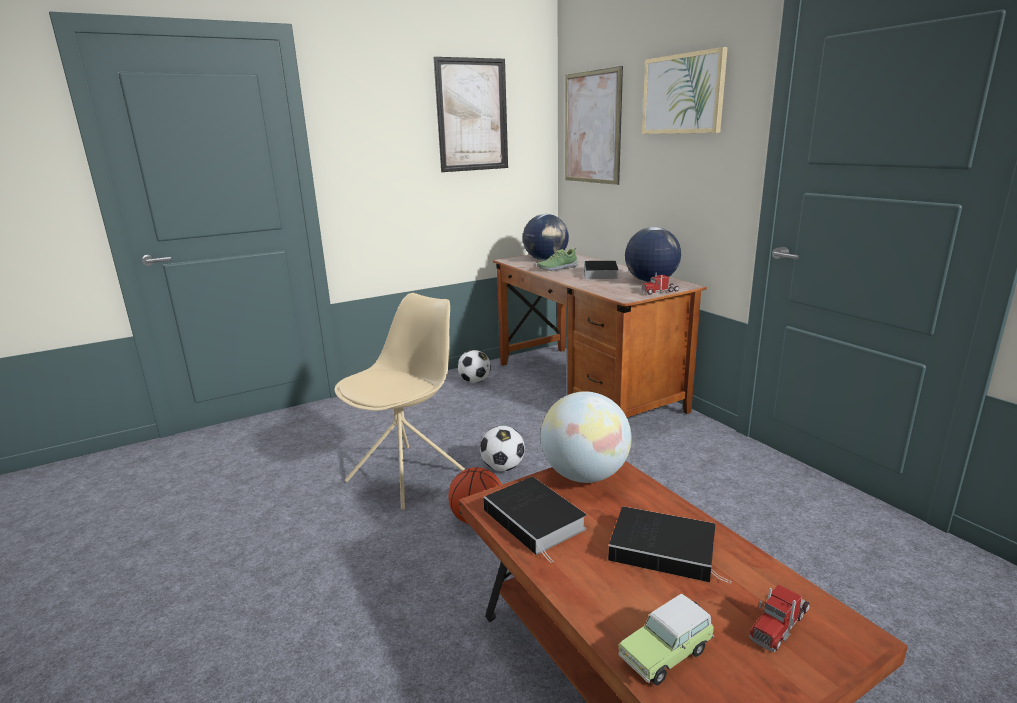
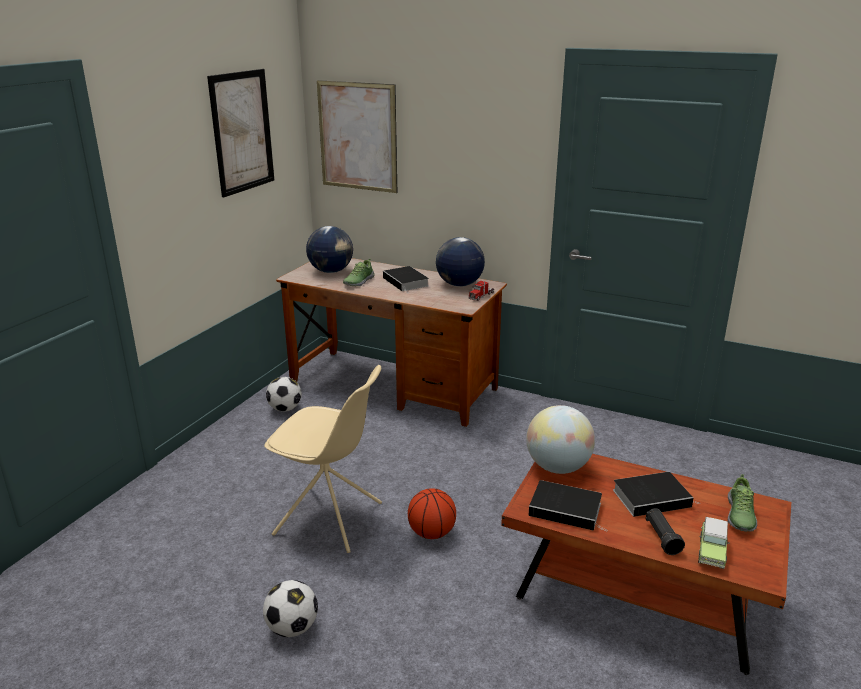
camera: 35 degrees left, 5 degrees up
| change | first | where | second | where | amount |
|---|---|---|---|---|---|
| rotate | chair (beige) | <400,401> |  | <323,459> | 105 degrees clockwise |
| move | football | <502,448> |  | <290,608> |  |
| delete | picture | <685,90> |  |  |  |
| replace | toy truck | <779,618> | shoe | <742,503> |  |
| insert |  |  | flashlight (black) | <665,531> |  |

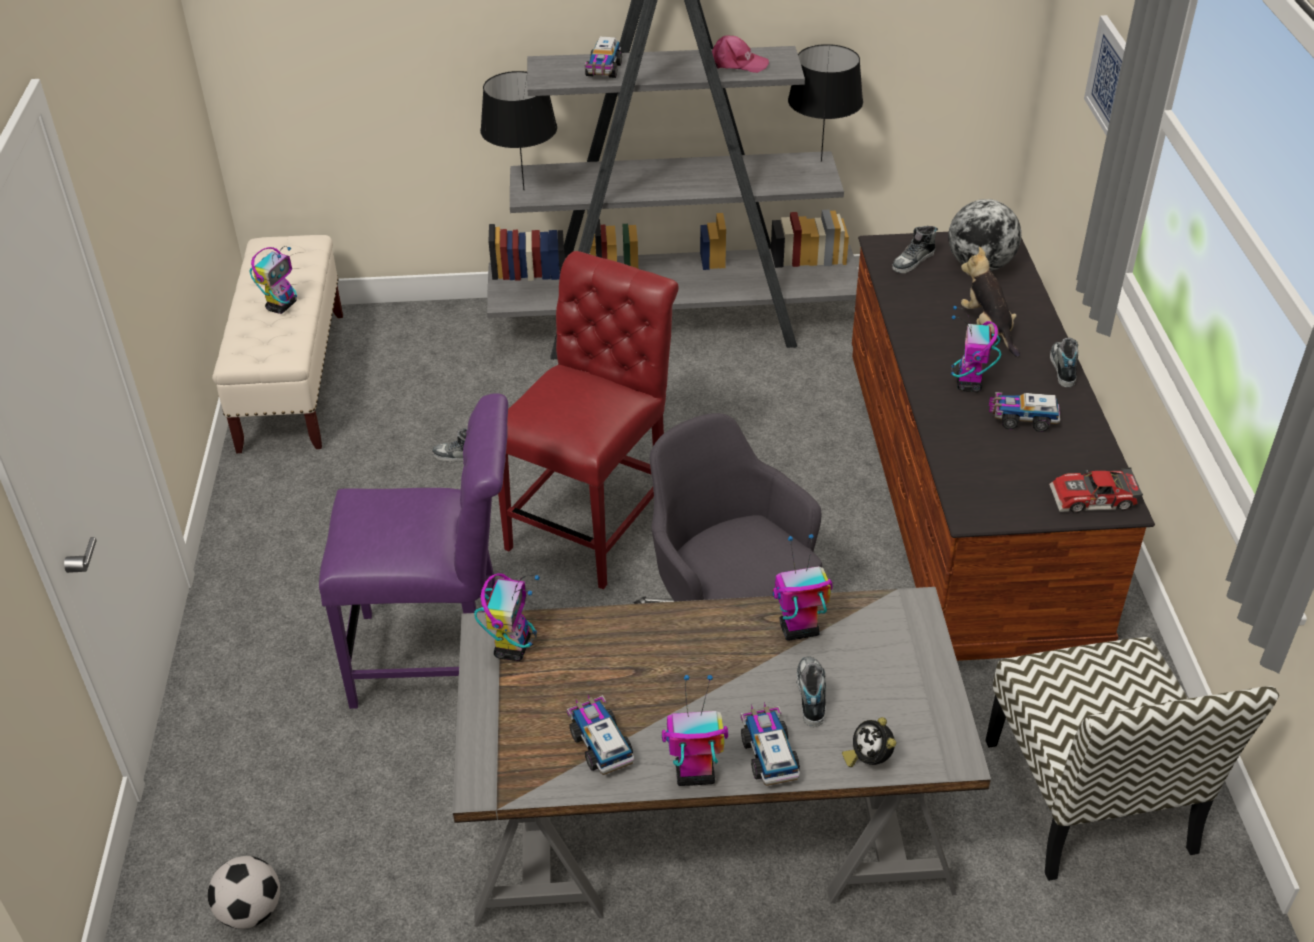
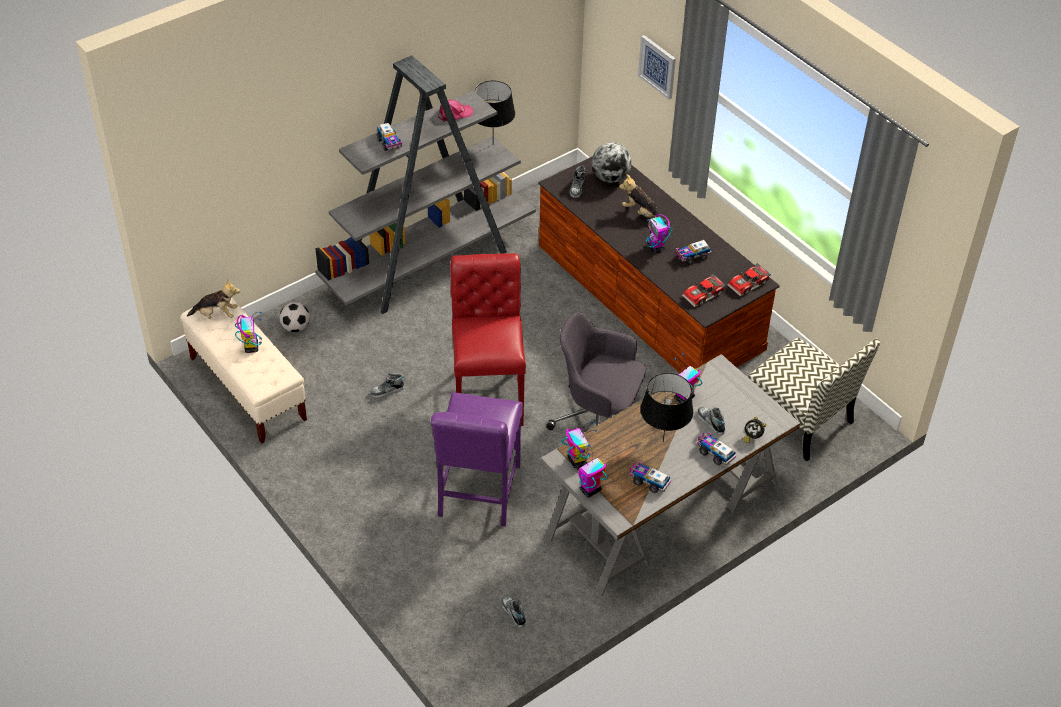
camera: 35 degrees left, 5 degrees up
| change | first | where | second | where | amount |
|---|---|---|---|---|---|
| move | football | <244,892> |  | <294,317> |  |
| rotate | chair (purple) | <413,551> |  | <477,459> | 135 degrees clockwise |
| move | table lamp (black) | <518,130> |  | <666,407> |  |
| move | toy robot | <695,730> |  | <592,471> |  |
| move | shoe | <1064,362> |  | <513,612> |  |
| insert |  |  | plush toy | <213,299> |  |
| insert |  |  | toy car | <704,290> |  |

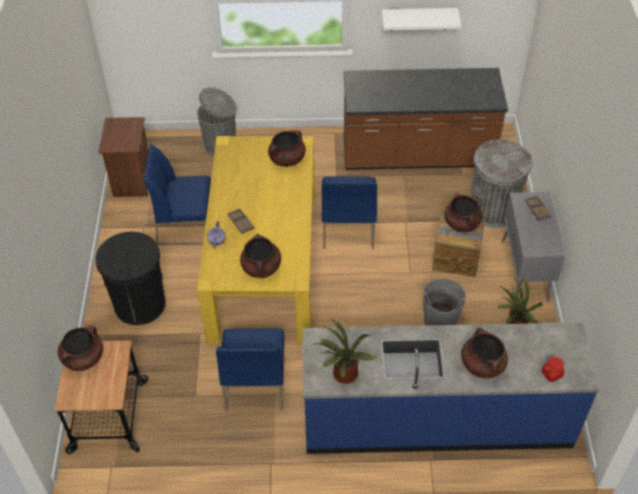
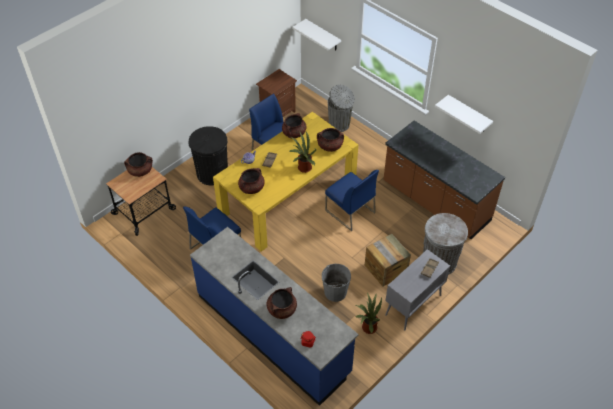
camera: 45 degrees right, 0 degrees up
| change | first | where | second | where | amount |
|---|---|---|---|---|---|
| move | potted plant | <344,351> |  | <302,152> |  |
| rotate | chair (blue) | <349,213> |  | <352,200> | 90 degrees counterclockwise |
| move | cooking pot (brown) | <463,212> |  | <294,125> |  |
| insert |  |  | shelf (white) | <316,34> |  |

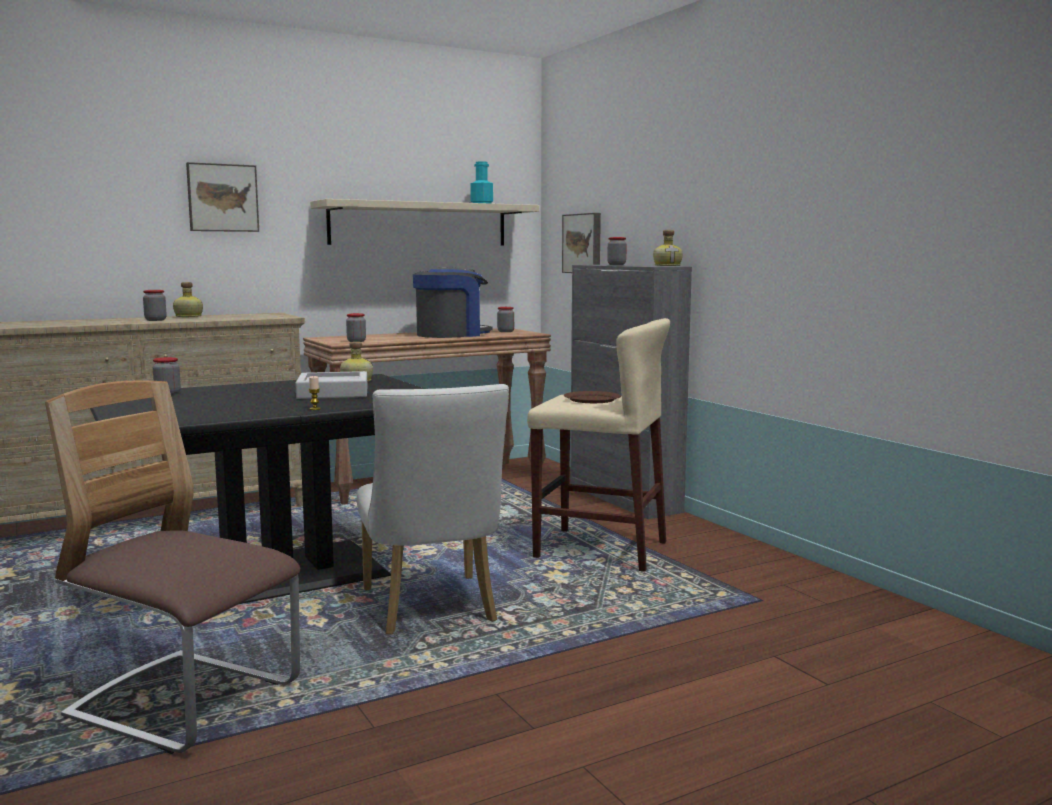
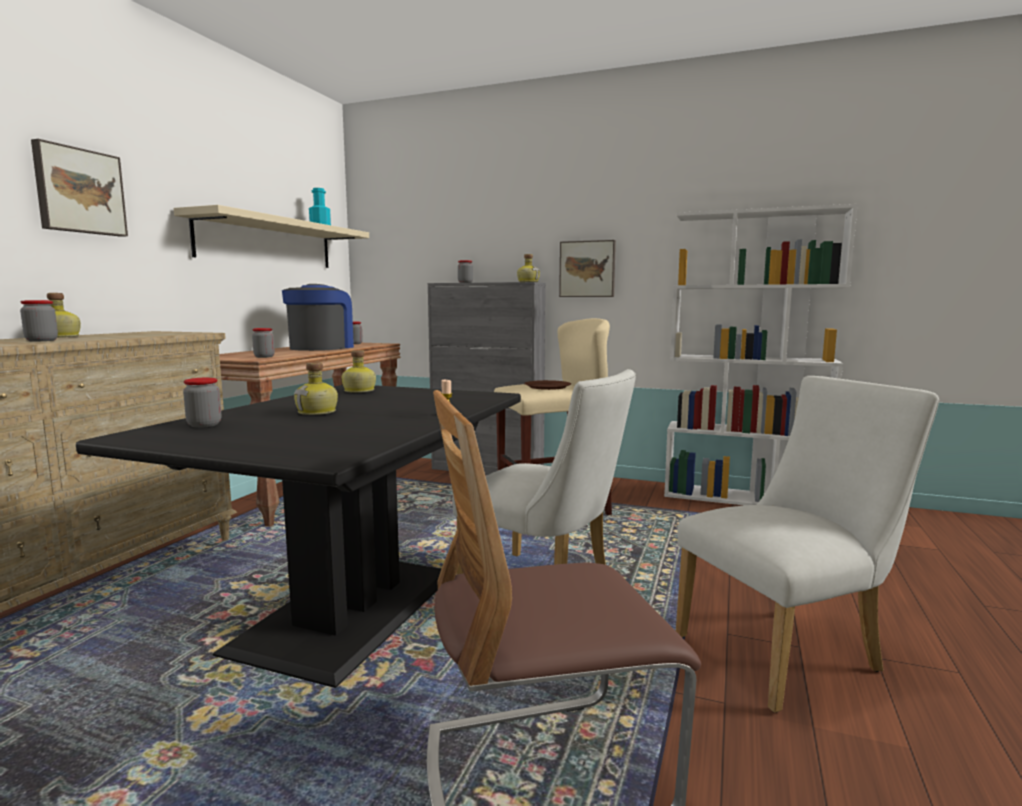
camera: 40 degrees left, 0 degrees up
| change | first | where | second | where | amount |
|---|---|---|---|---|---|
| delete | tray (grey) | <331,385> |  |  |  |
| move | picture | <581,243> |  | <587,268> |  |
| insert |  |  | bottle | <316,388> |  |
| insert |  |  | bookcase (white) | <761,354> |  |
| insert |  |  | chair (white) | <807,544> |  |

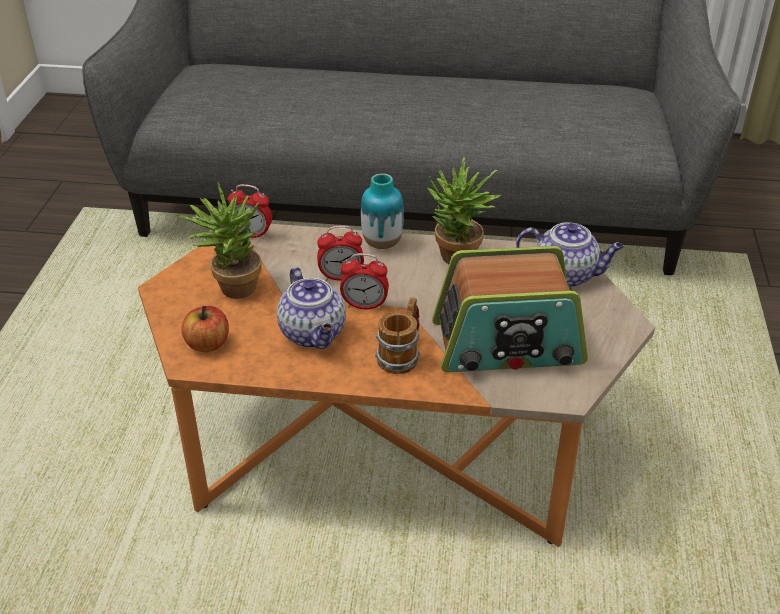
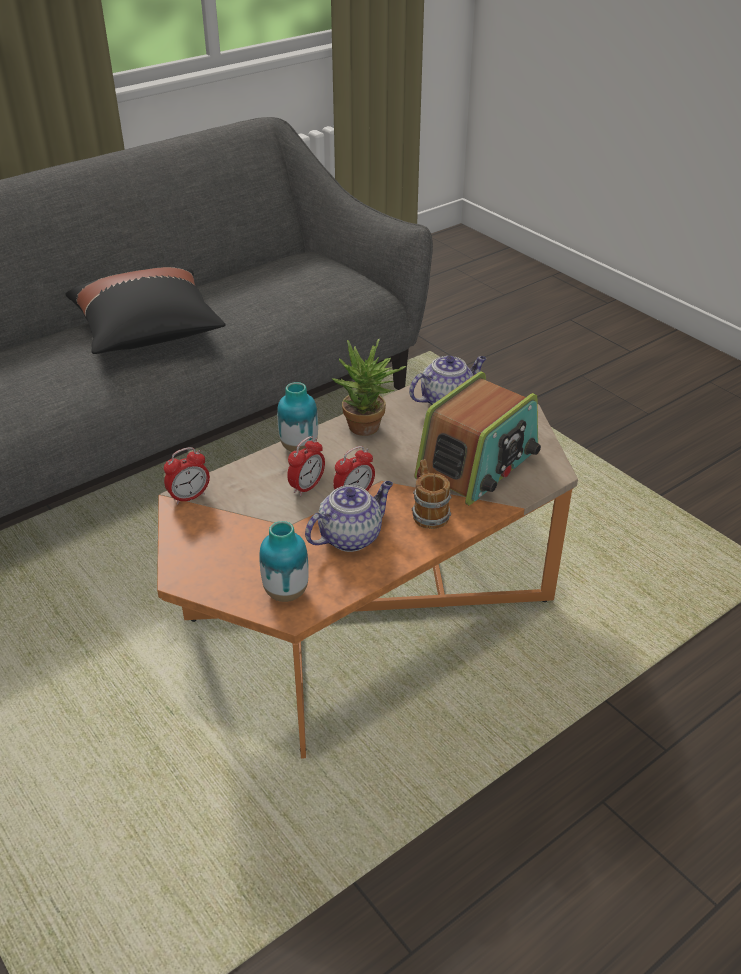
camera: 45 degrees left, 0 degrees up
| change | first | where | second | where | amount |
|---|---|---|---|---|---|
| delete | potted plant | <219,240> |  |  |  |
| replace | apple | <205,329> | vase | <284,561> |  |
| rotate | teapot | <311,308> |  | <349,516> | 60 degrees counterclockwise |
| insert |  |  | pillow (black) | <145,310> |  |

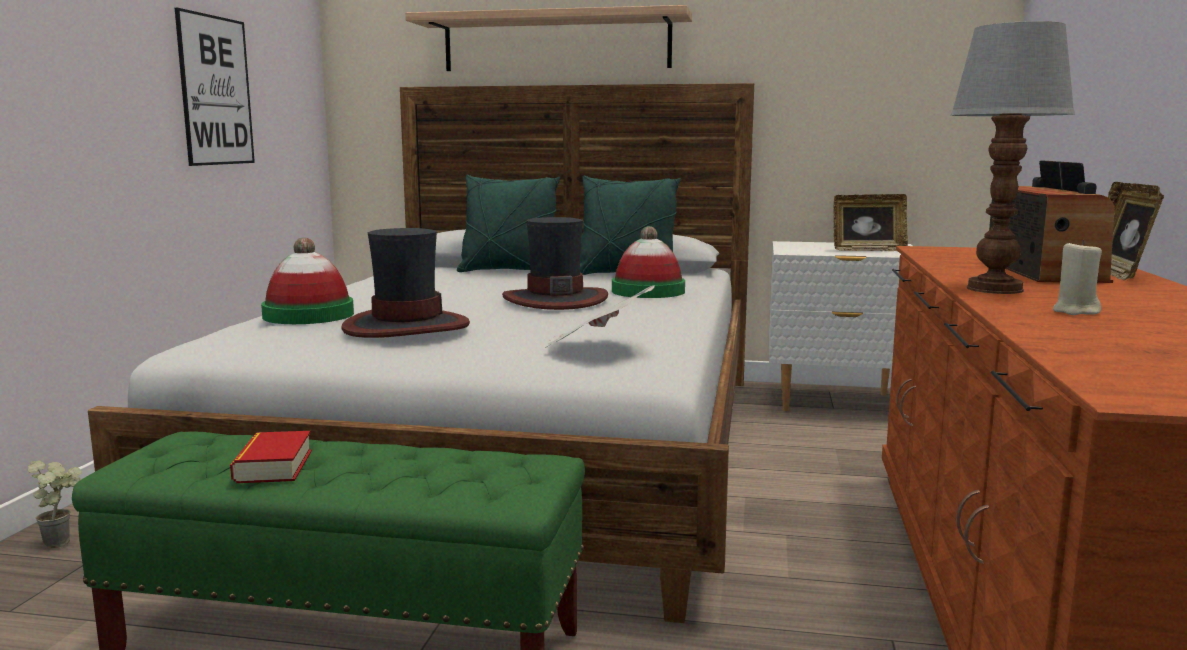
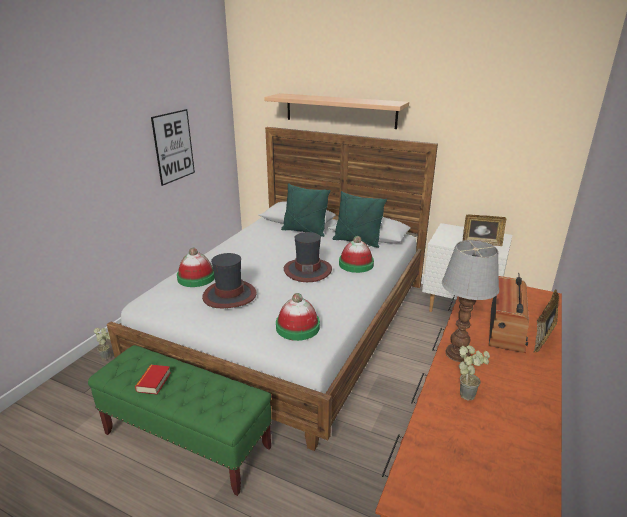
camera: 15 degrees right, 15 degrees up
| change | first | where | second | where | amount |
|---|---|---|---|---|---|
| replace | newspaper | <600,316> | hat | <298,317> |  |
| replace | candle (beige) | <1077,277> | potted plant | <474,373> |  |

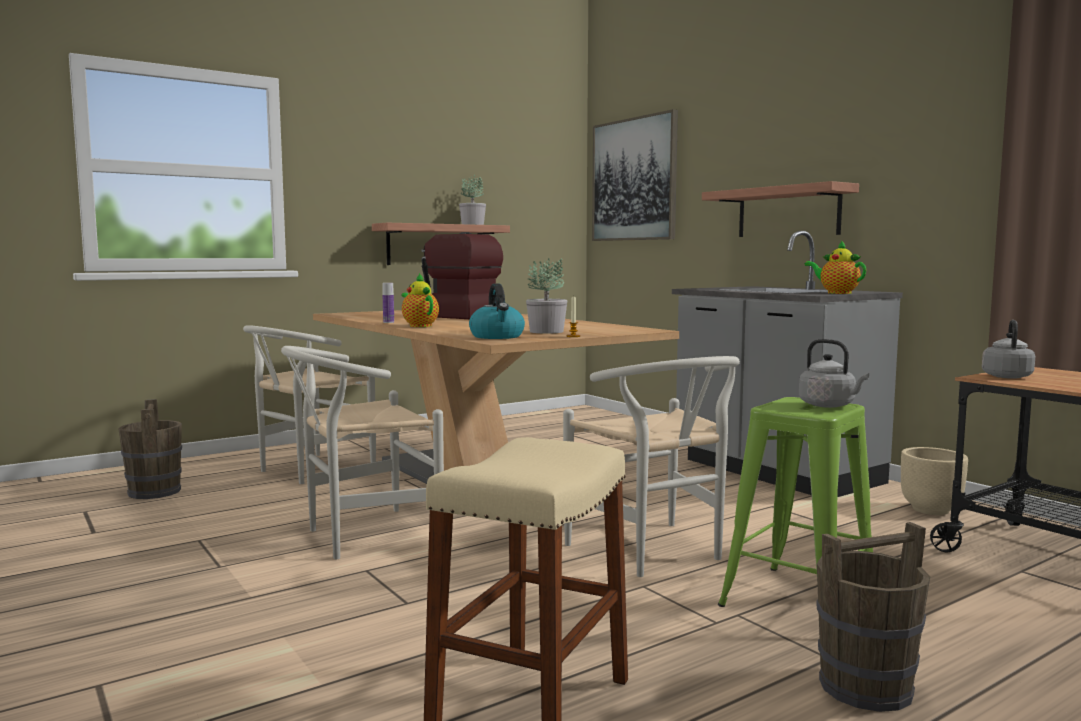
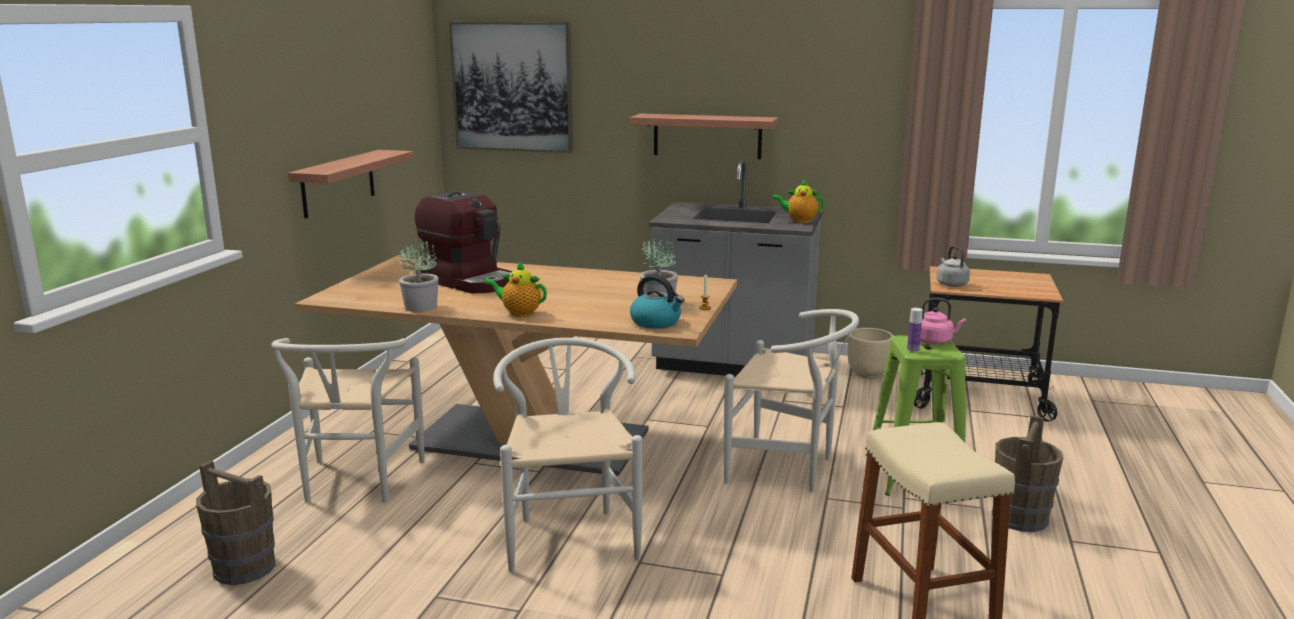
camera: 40 degrees left, 10 degrees up
| change | first | where | second | where | amount |
|---|---|---|---|---|---|
| rotate | chair (white) | <362,452> |  | <568,455> | 150 degrees clockwise |
| move | bottle | <388,303> |  | <915,330> |  |
| rotate | coffee machine | <462,275> |  | <464,241> | 135 degrees counterclockwise |
| move | potted plant | <472,199> |  | <419,275> |  |
| recolor | kettle (grey) | <834,373> | kettle (pink) | <943,321> |  |

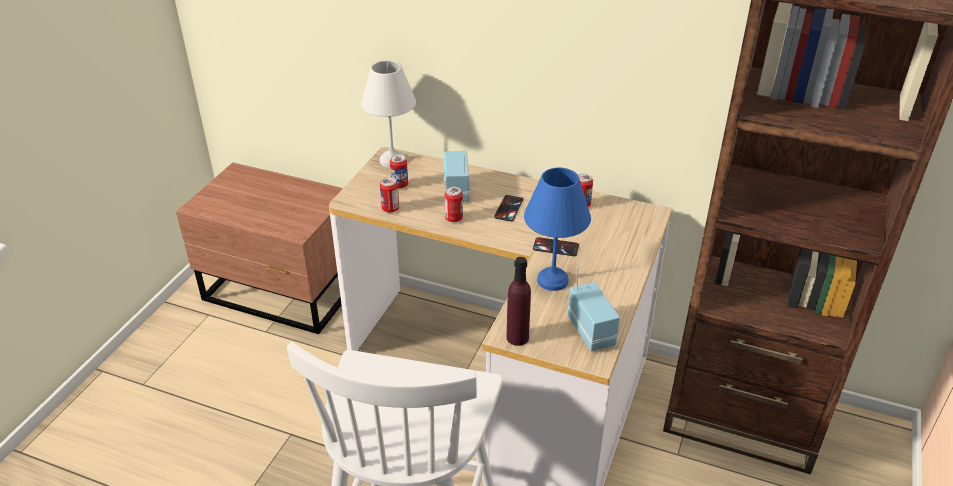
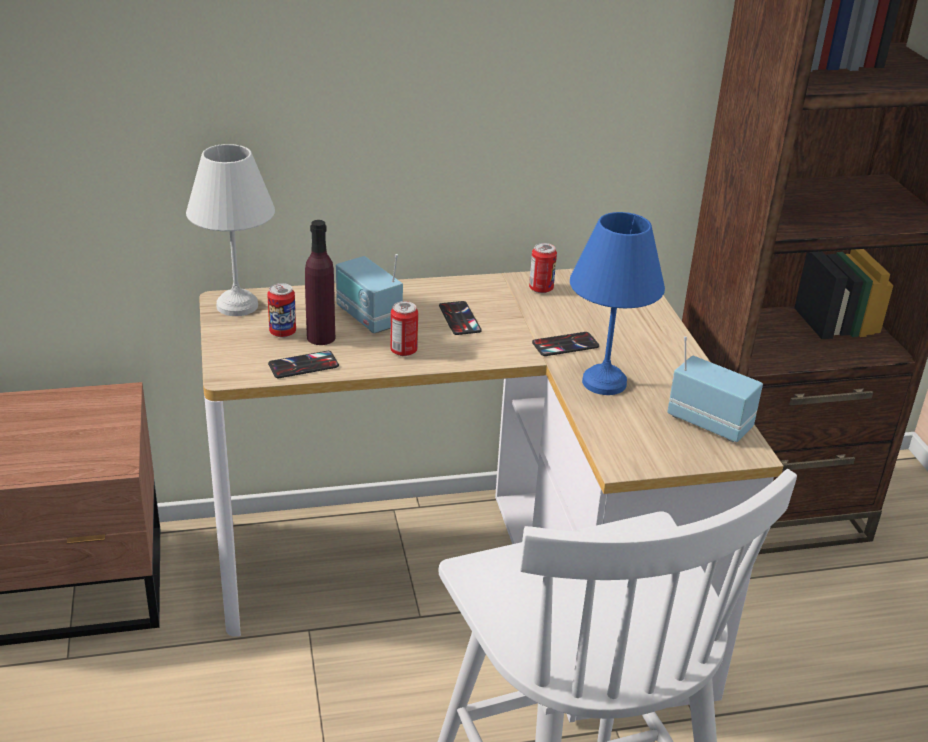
camera: 35 degrees left, 5 degrees down
| change | first | where | second | where | amount |
|---|---|---|---|---|---|
| replace | can | <389,195> | phone | <303,364> |  |
| move | bottle (purple) | <519,301> |  | <320,282> |  |

